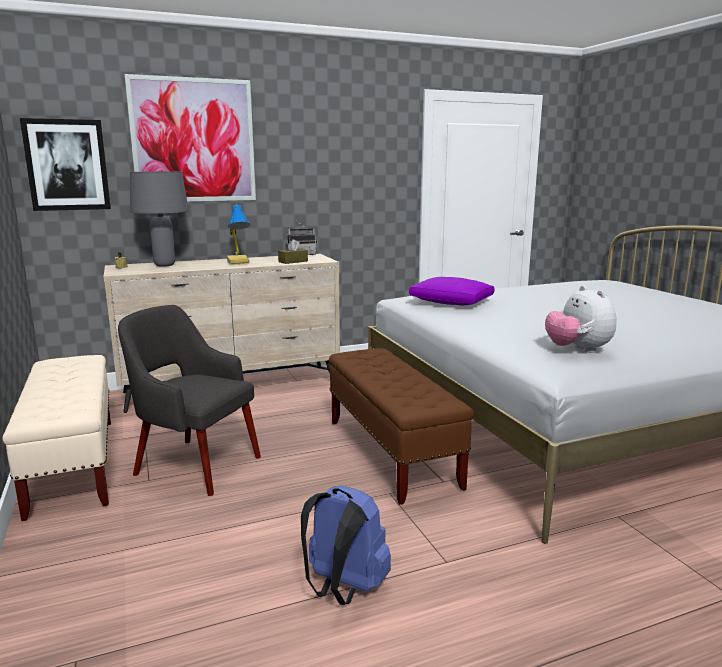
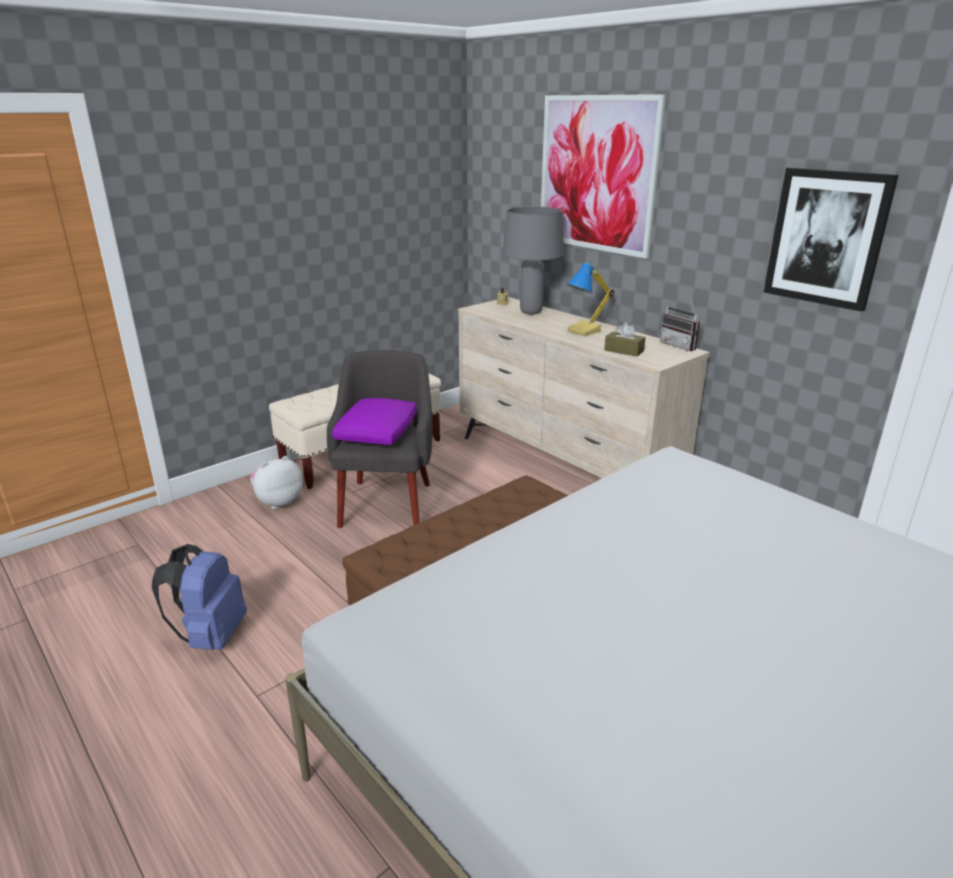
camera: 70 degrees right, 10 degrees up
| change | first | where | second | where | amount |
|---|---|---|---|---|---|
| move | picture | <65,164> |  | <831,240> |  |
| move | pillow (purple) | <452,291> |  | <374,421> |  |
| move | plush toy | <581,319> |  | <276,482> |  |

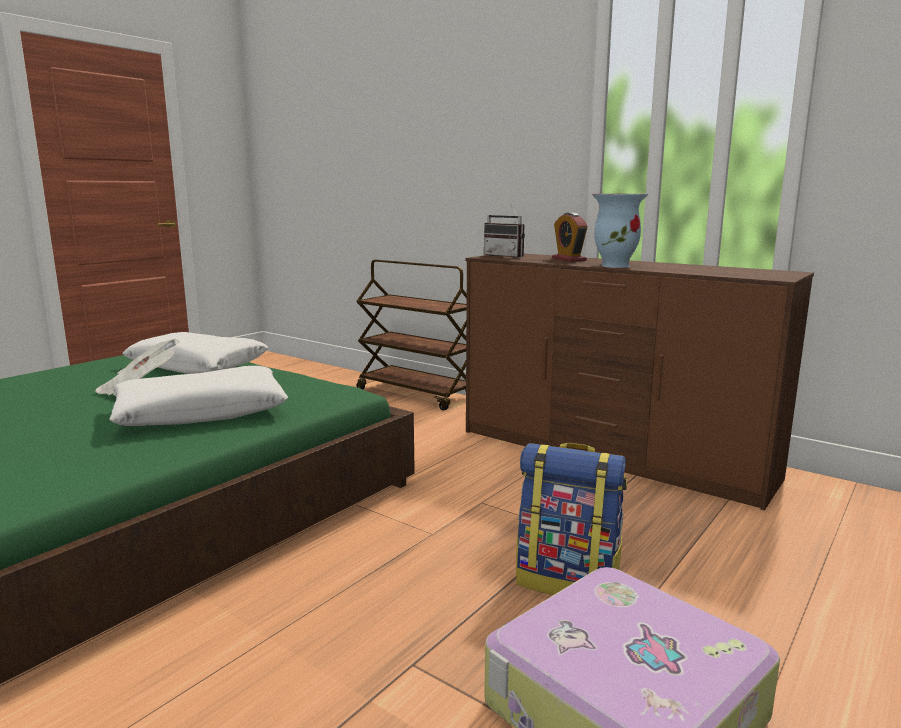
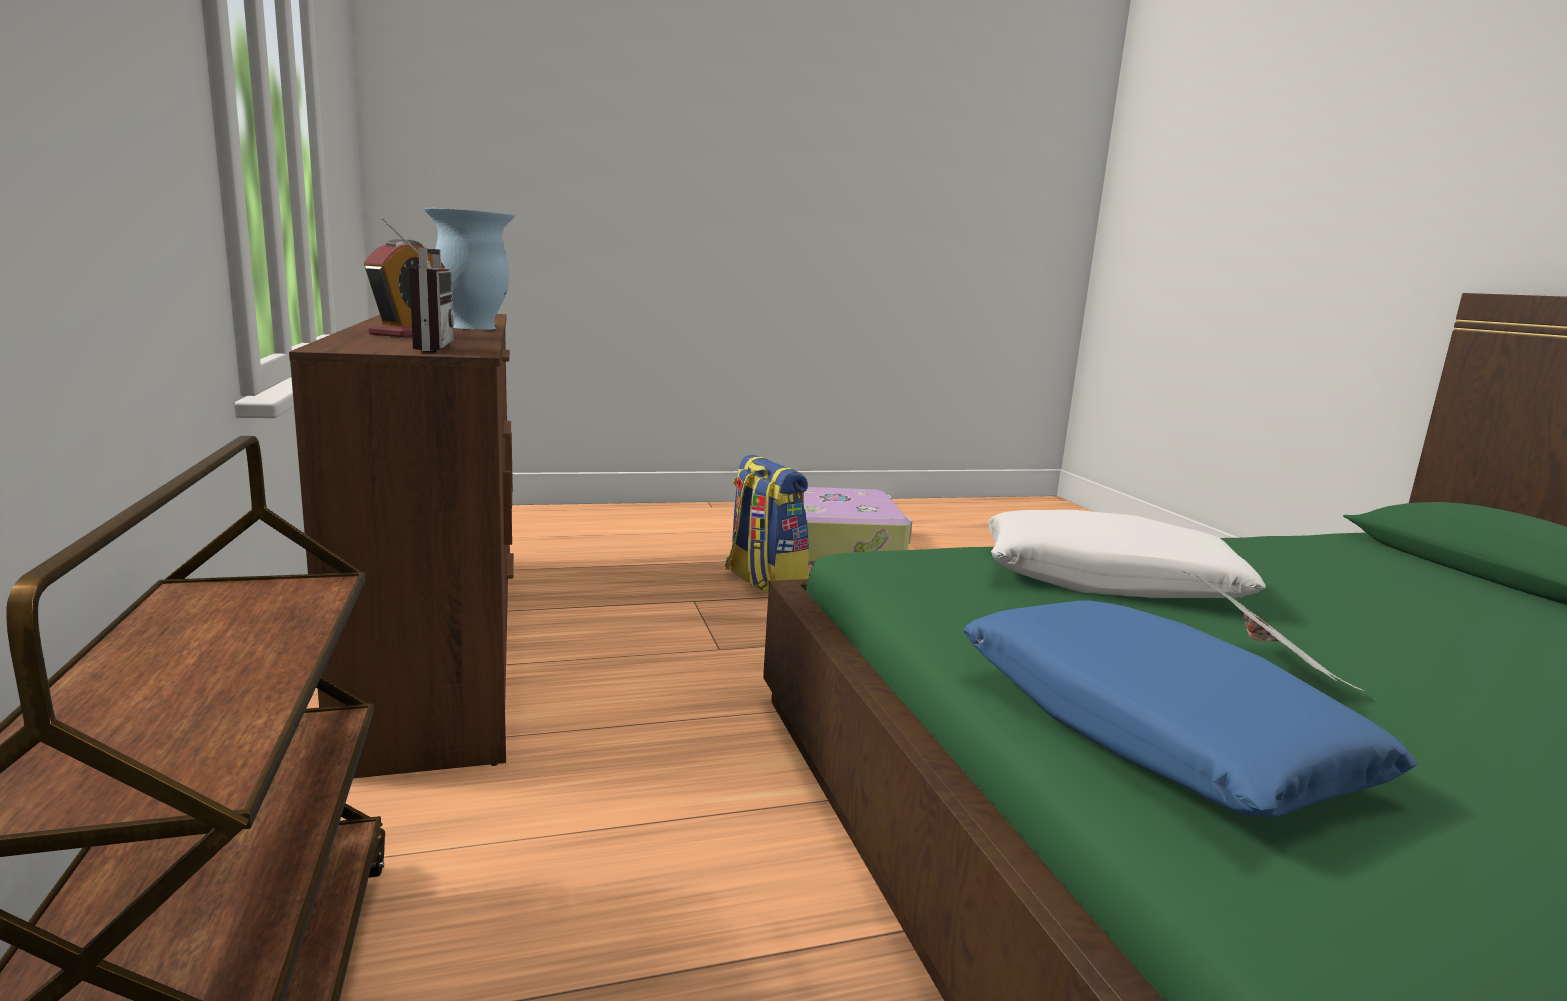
camera: 145 degrees left, 0 degrees up
| change | first | where | second | where | amount |
|---|---|---|---|---|---|
| recolor | pillow (white) | <195,353> | pillow (blue) | <1191,709> |  |

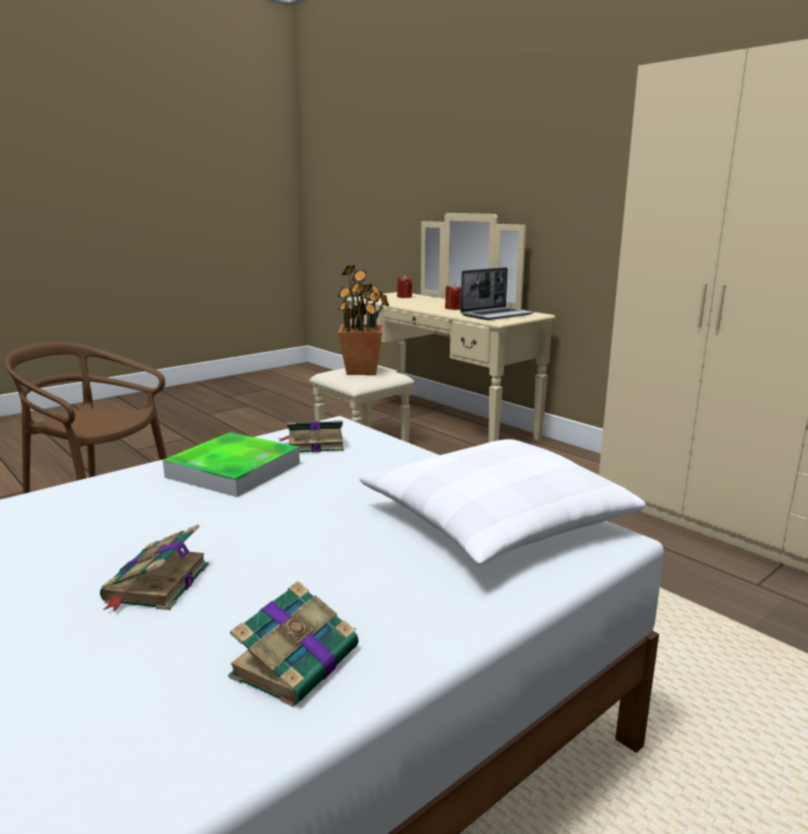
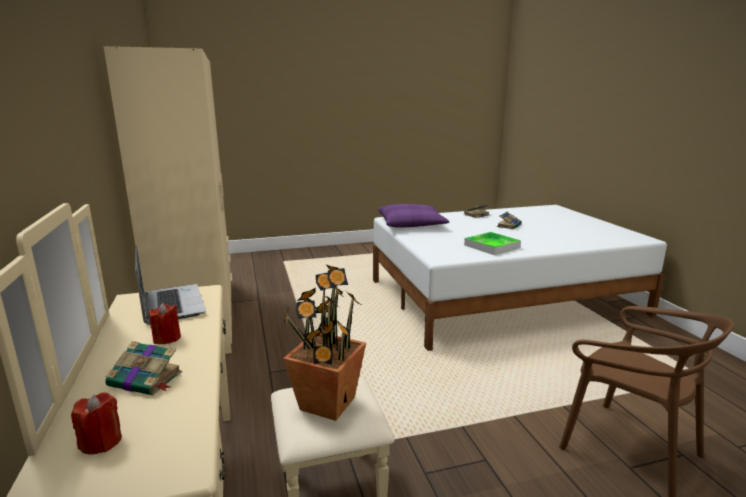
camera: 155 degrees left, 0 degrees up
| change | first | where | second | where | amount |
|---|---|---|---|---|---|
| move | book | <311,436> |  | <143,368> |  |
| recolor | pillow (white) | <502,502> | pillow (purple) | <414,216> |  |
| rotate | laptop | <497,293> |  | <170,285> | 75 degrees clockwise |

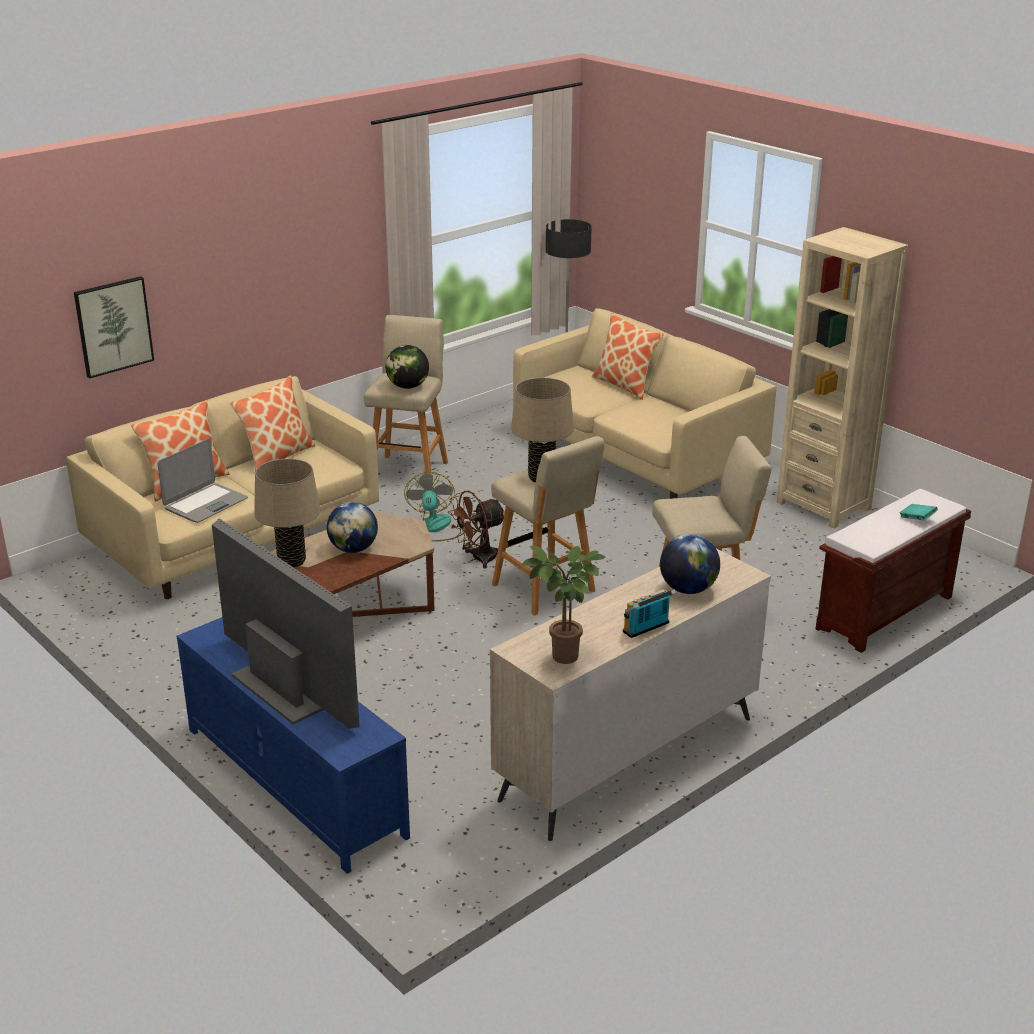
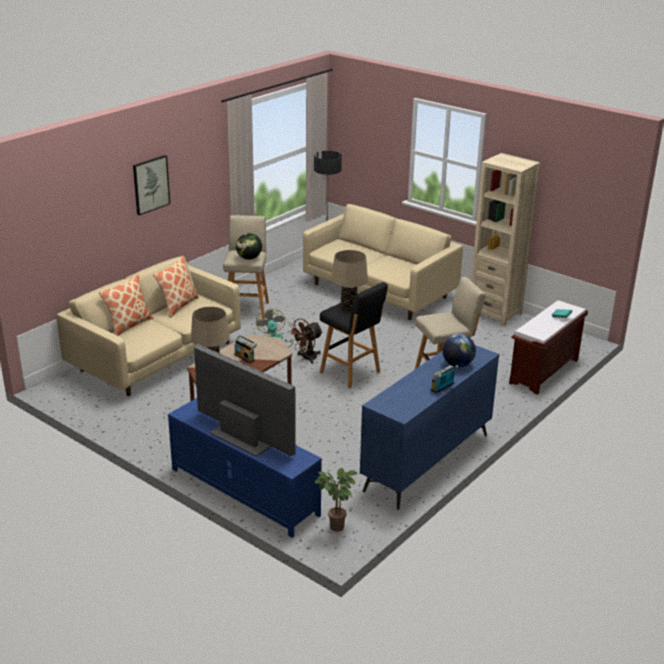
camera: 10 degrees left, 0 degrees up
| change | first | where | second | where | amount |
|---|---|---|---|---|---|
| move | picture | <114,327> |  | <151,185> |  |
| delete | laptop | <202,481> |  |  |  |
| replace | globe | <352,527> | radio | <245,349> |  |
| recolor | dresser (beige) | <630,694> | dresser (blue) | <430,427> |  |
| recolor | stool (beige) | <547,526> | stool (black) | <354,335> |  |
| move | potted plant | <564,605> |  | <336,500> |  |
| delete | pillow | <628,356> |  |  |  |

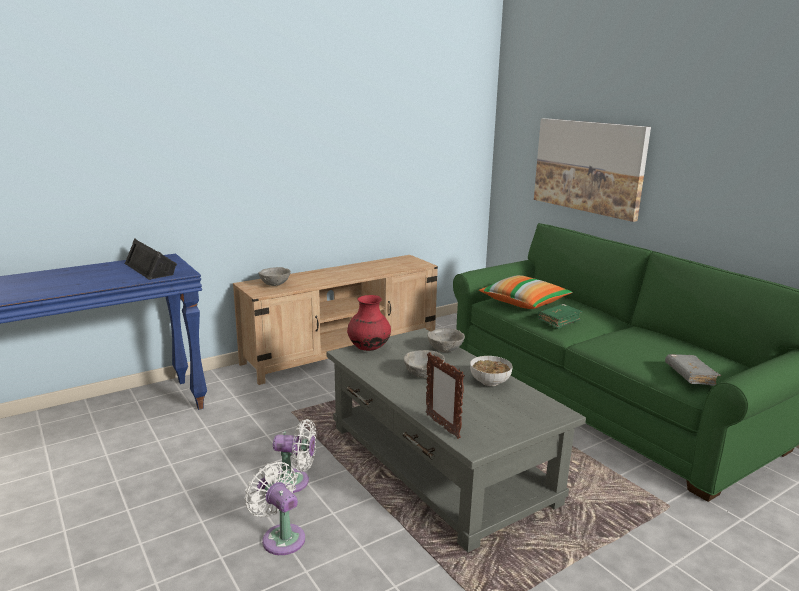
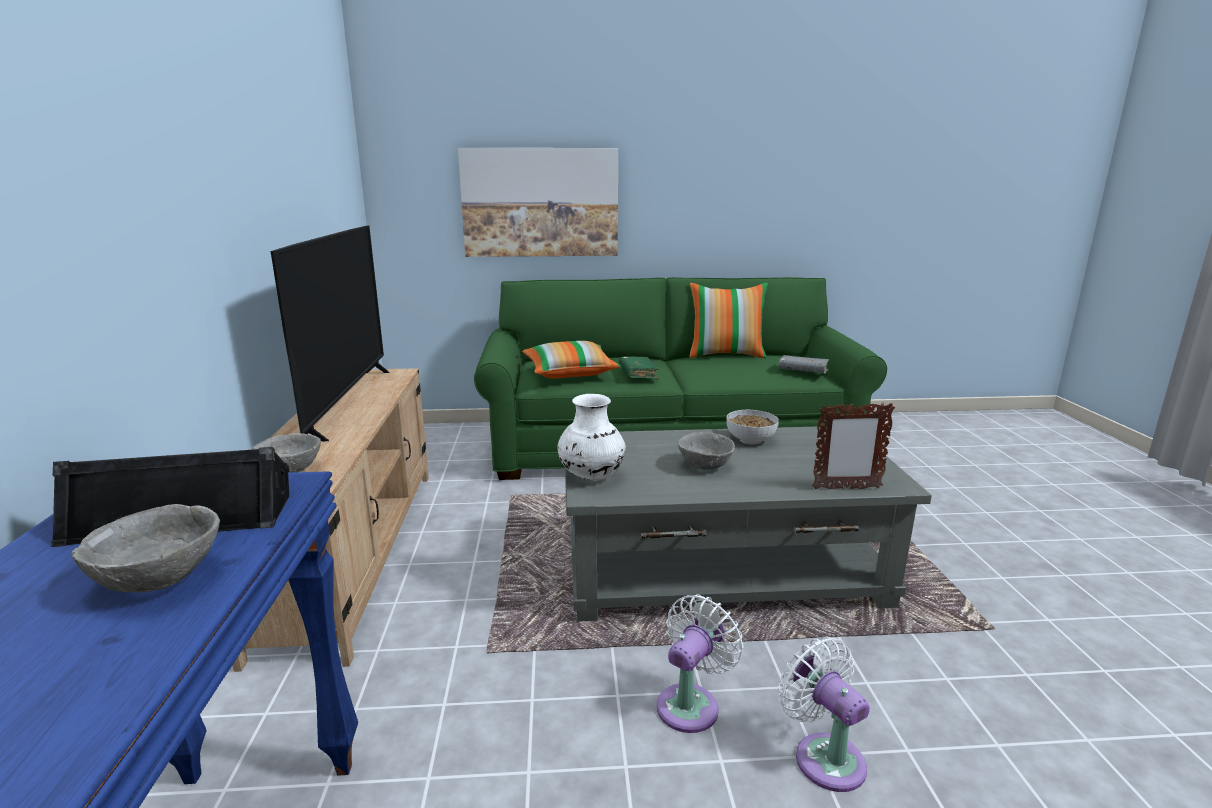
camera: 60 degrees left, 0 degrees up
| change | first | where | second | where | amount |
|---|---|---|---|---|---|
| rotate | fan (white) | <275,508> |  | <824,714> | 75 degrees clockwise |
| recolor | vase (red) | <369,323> | vase (white) | <591,437> |  |
| move | bowl (grey) | <446,340> |  | <145,548> |  |
| insert |  |  | television | <330,333> |  |
| insert |  |  | pillow | <728,320> |  |

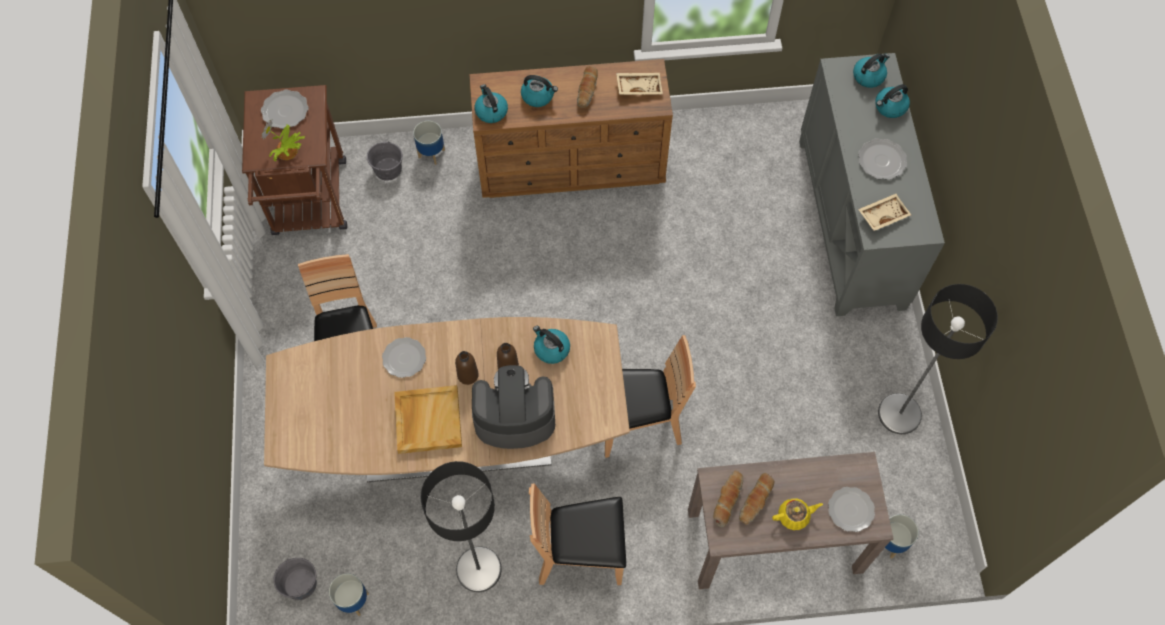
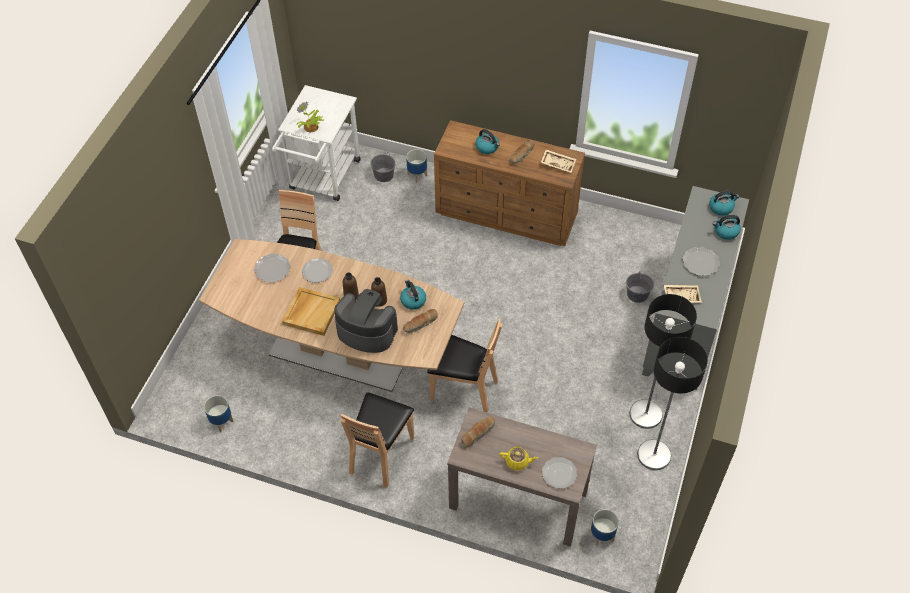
camera: 25 degrees right, 10 degrees down
| change | first | where | second | where | amount |
|---|---|---|---|---|---|
| recolor | cart (brown) | <294,160> | cart (white) | <316,143> |  |
| move | plate | <285,109> |  | <272,268> |  |
| move | bucket (grey) | <295,579> |  | <640,287> |  |
| move | floor lamp | <461,526> |  | <663,361> |  |
| delete | kettle | <491,103> |  |  |  |
| rotate | chair (brown) | <577,534> |  | <377,439> | 90 degrees counterclockwise |
| move | bread | <757,499> |  | <420,321> |  |

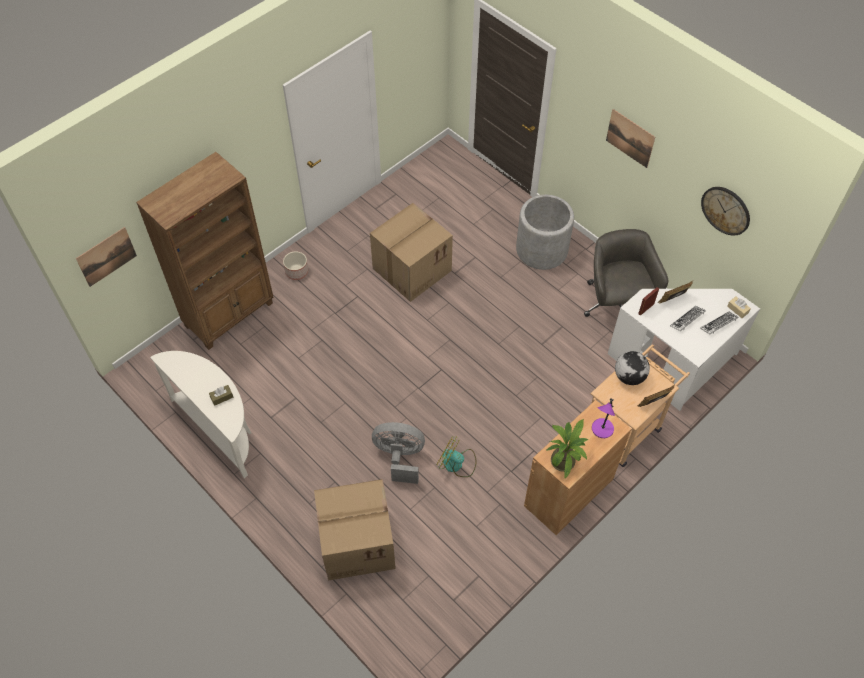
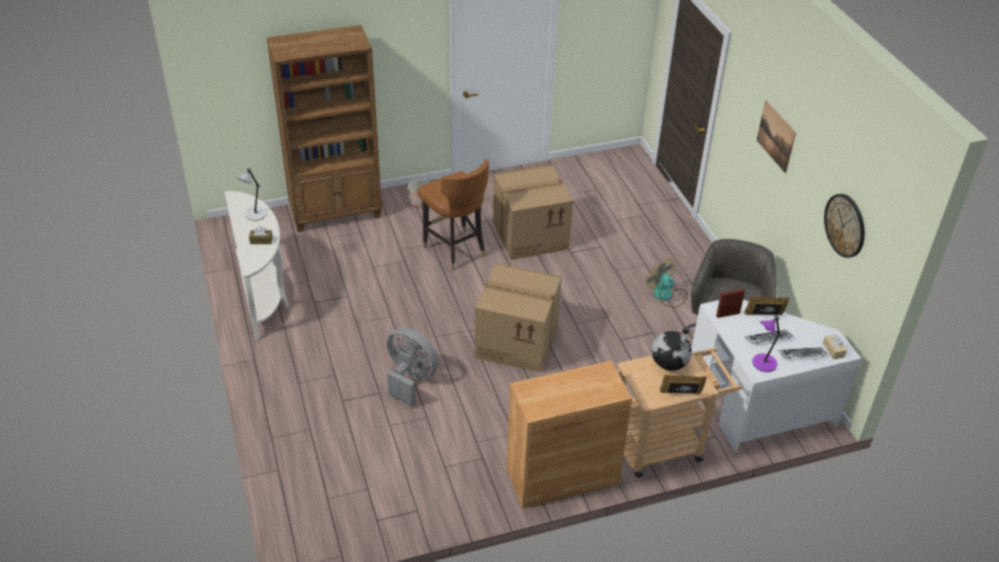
camera: 25 degrees right, 15 degrees down
| change | first | where | second | where | amount |
|---|---|---|---|---|---|
| delete | picture | <106,257> |  |  |  |
| move | cardboard box | <355,530> |  | <518,317> |  |
| move | fan | <456,456> |  | <666,283> |  |
| delete | planter (grey) | <545,232> |  |  |  |
| delete | potted plant | <568,449> |  |  |  |
| move | table lamp (purple) | <603,418> |  | <766,344> |  |
| insert |  |  | table lamp (grey) | <251,194> |  |
| insert |  |  | chair (brown) | <453,215> |  |

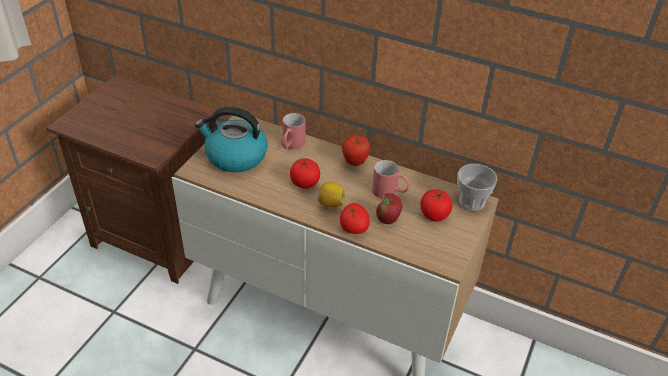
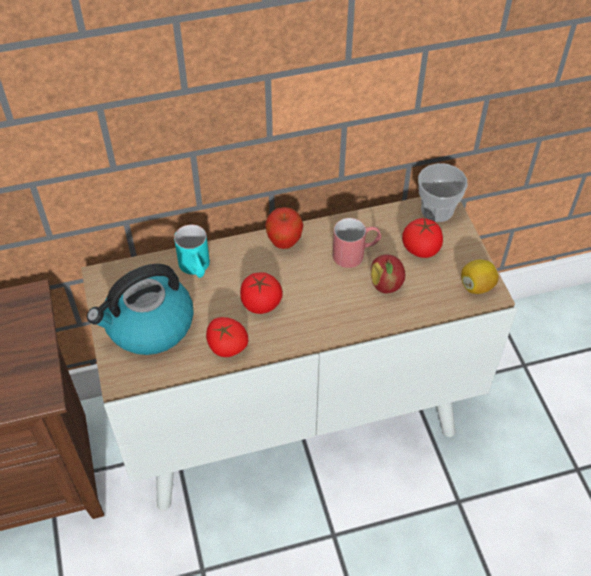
camera: 40 degrees left, 10 degrees up
| change | first | where | second | where | amount |
|---|---|---|---|---|---|
| recolor | mug (red) | <293,131> | mug (turquoise) | <192,251> |  |
| move | lemon | <331,195> |  | <480,277> |  |
| move | tomato | <355,218> |  | <227,337> |  |

